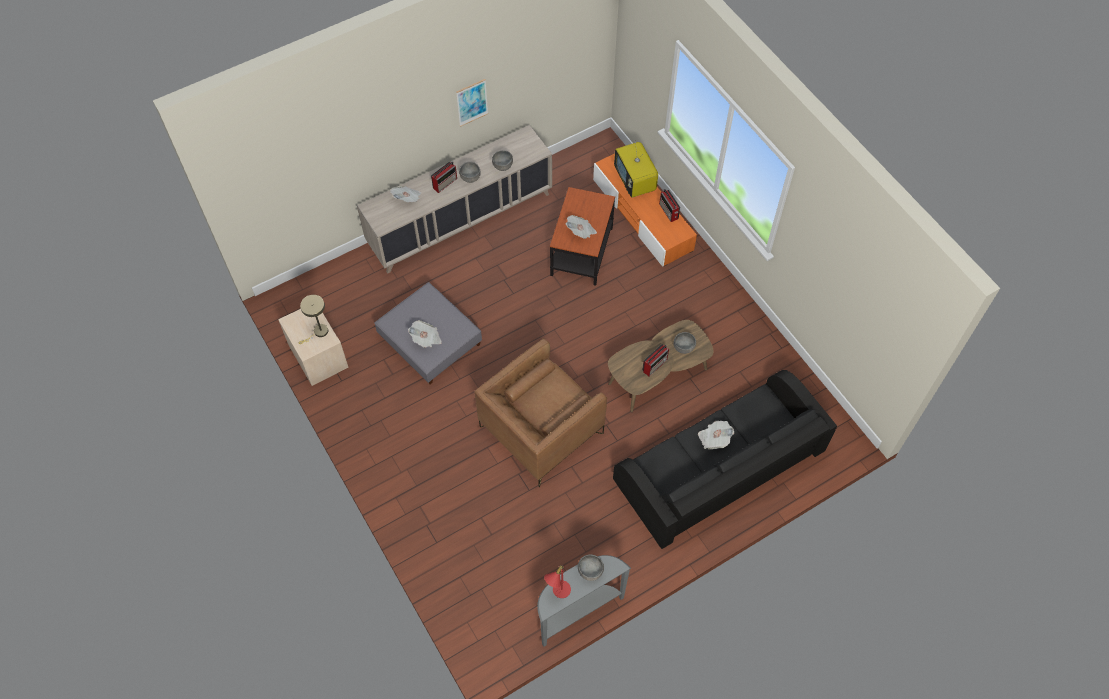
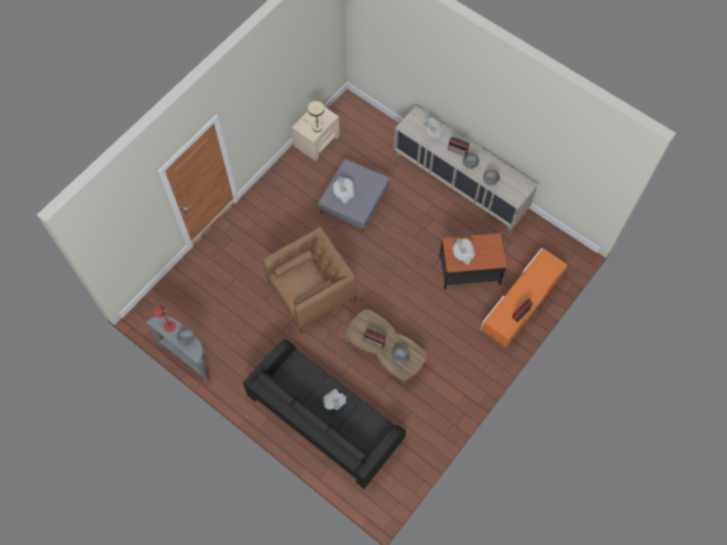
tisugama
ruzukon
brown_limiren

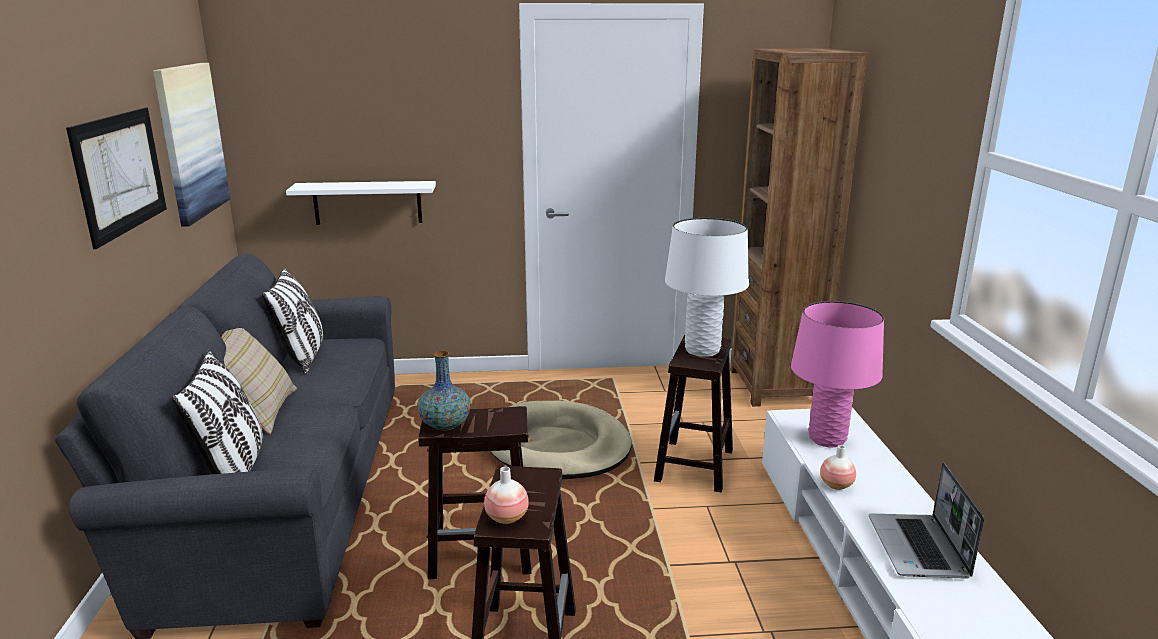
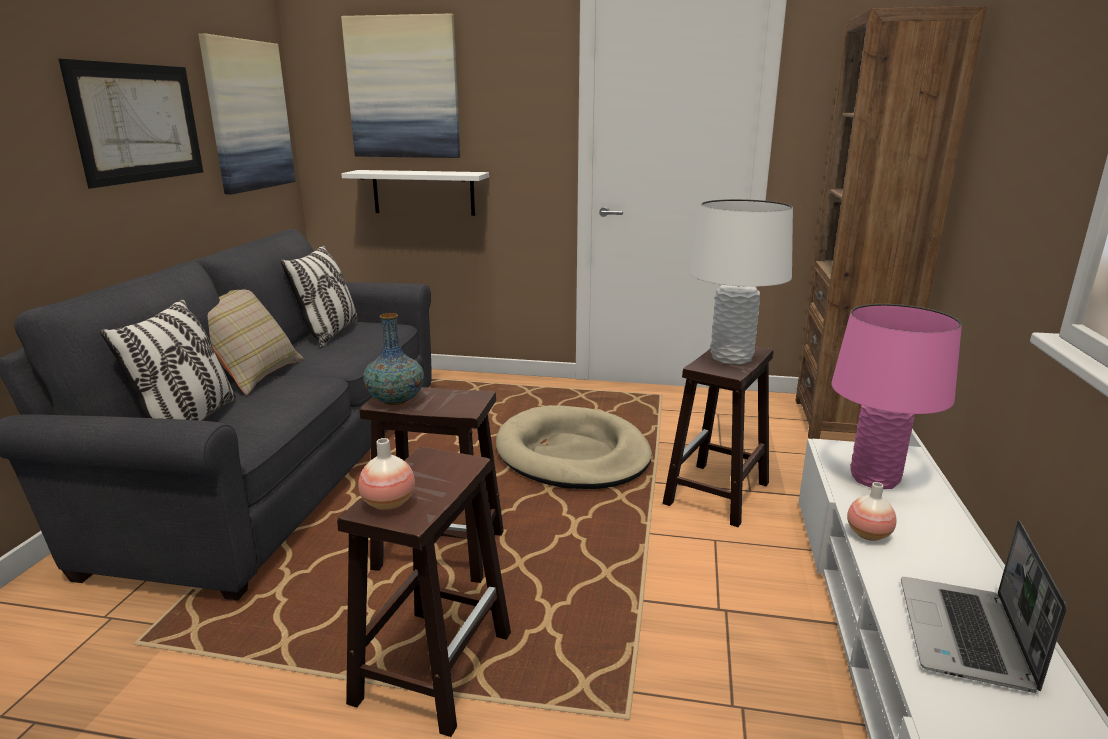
tisugama (no. 3 from left)

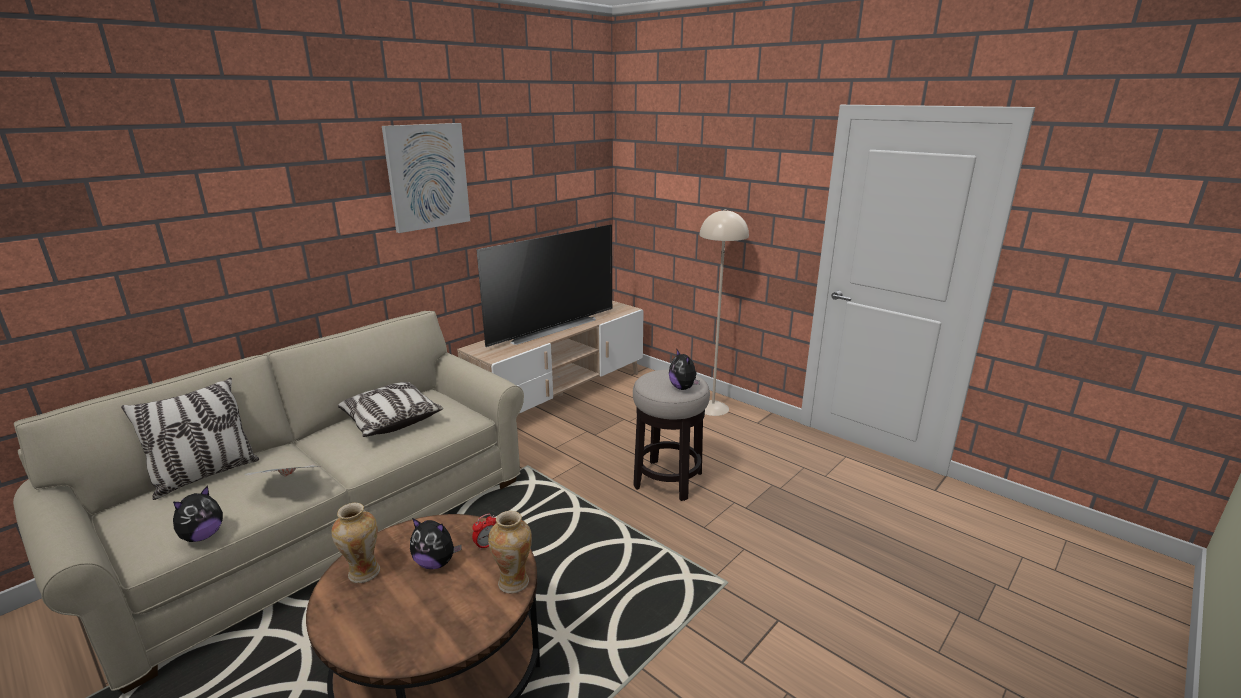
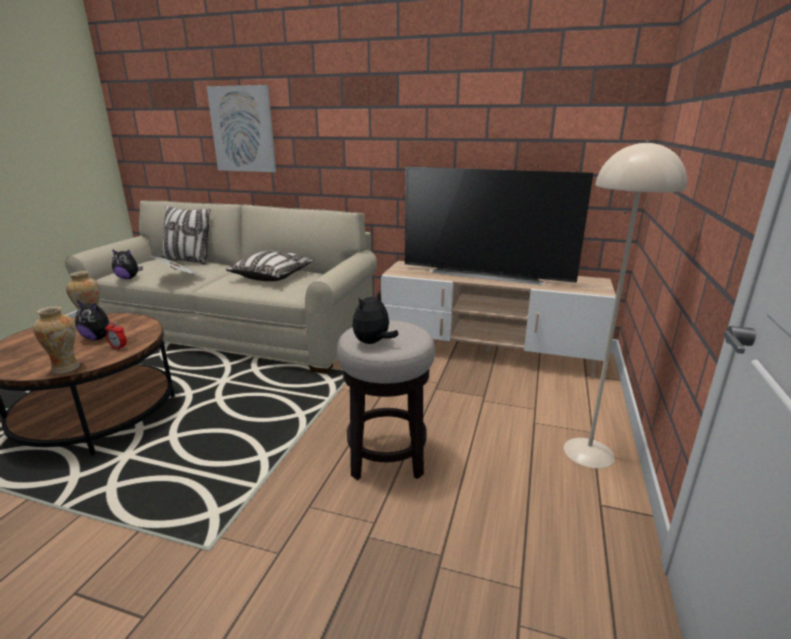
tisugama
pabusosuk (no. 1 from left)

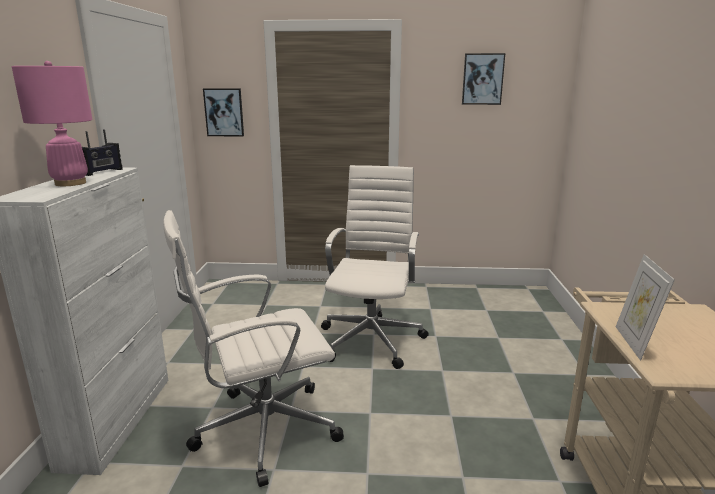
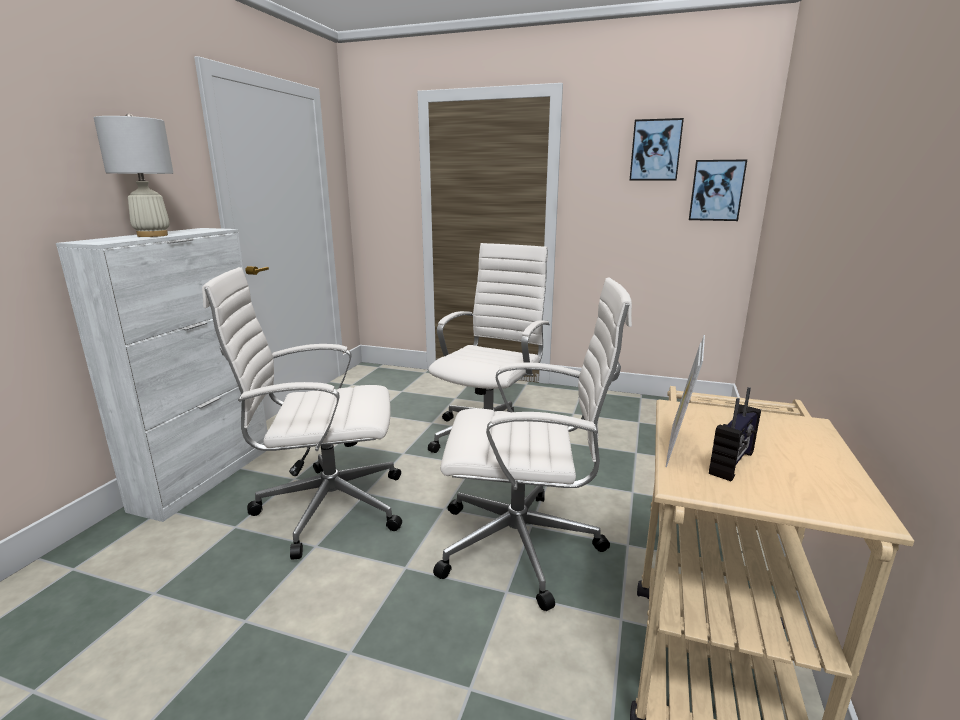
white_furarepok (no. 3 from left)
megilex
tisugama (no. 2 from left)
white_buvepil

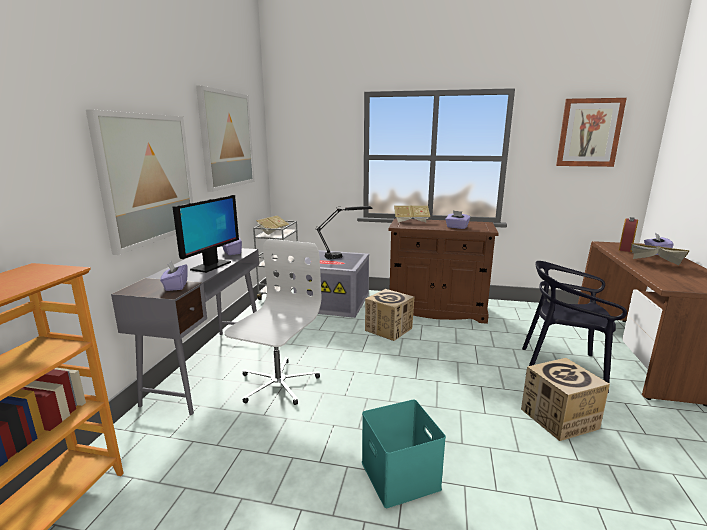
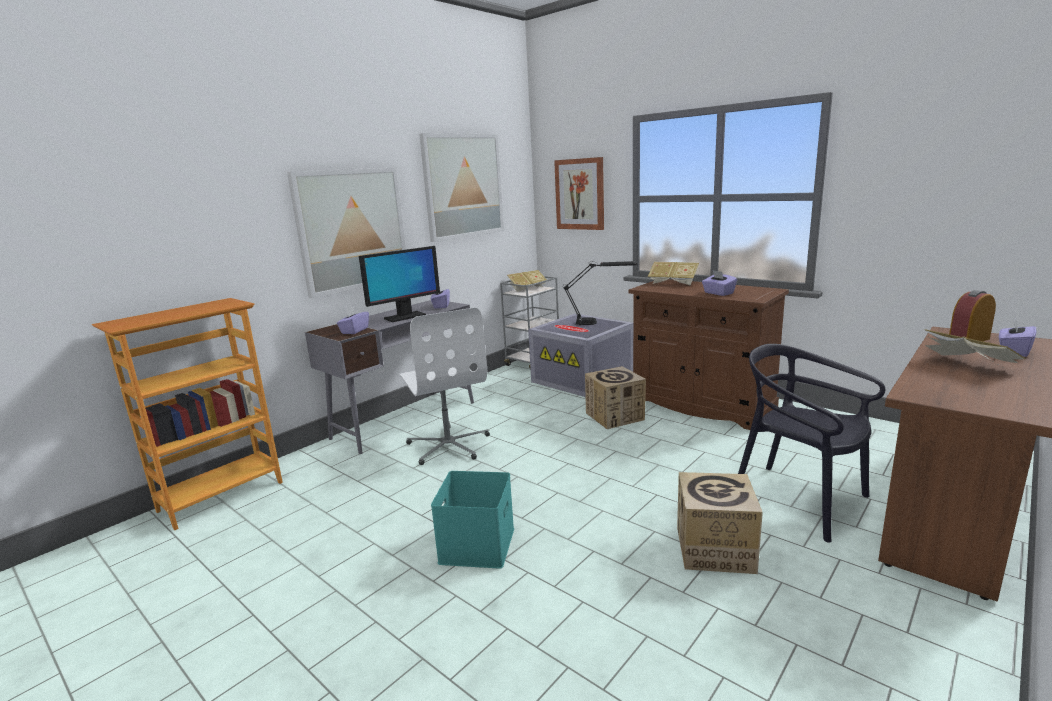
tisugama (no. 3 from left)
white_furarepok

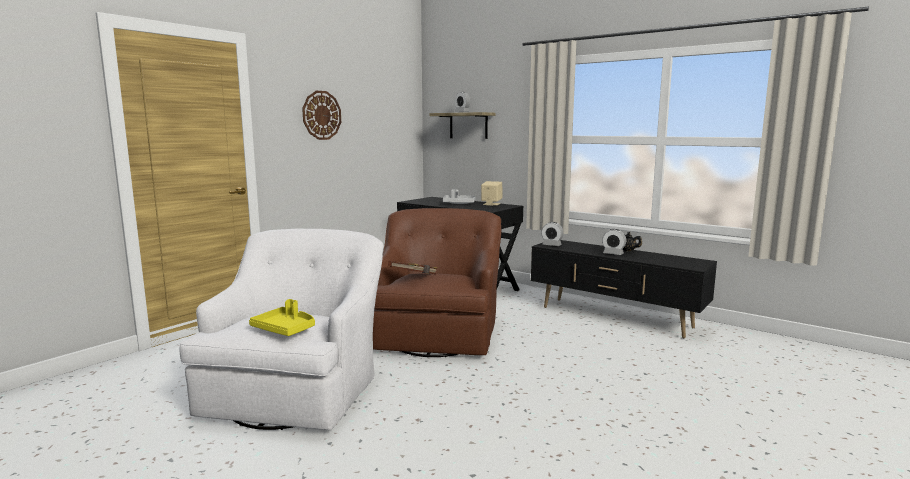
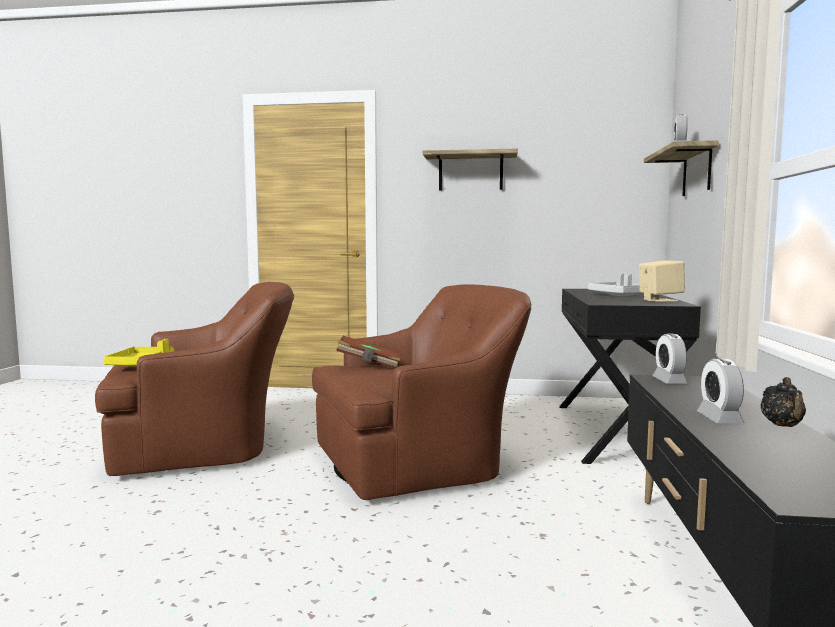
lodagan (no. 1 from left)
brown_limiren (no. 1 from left)

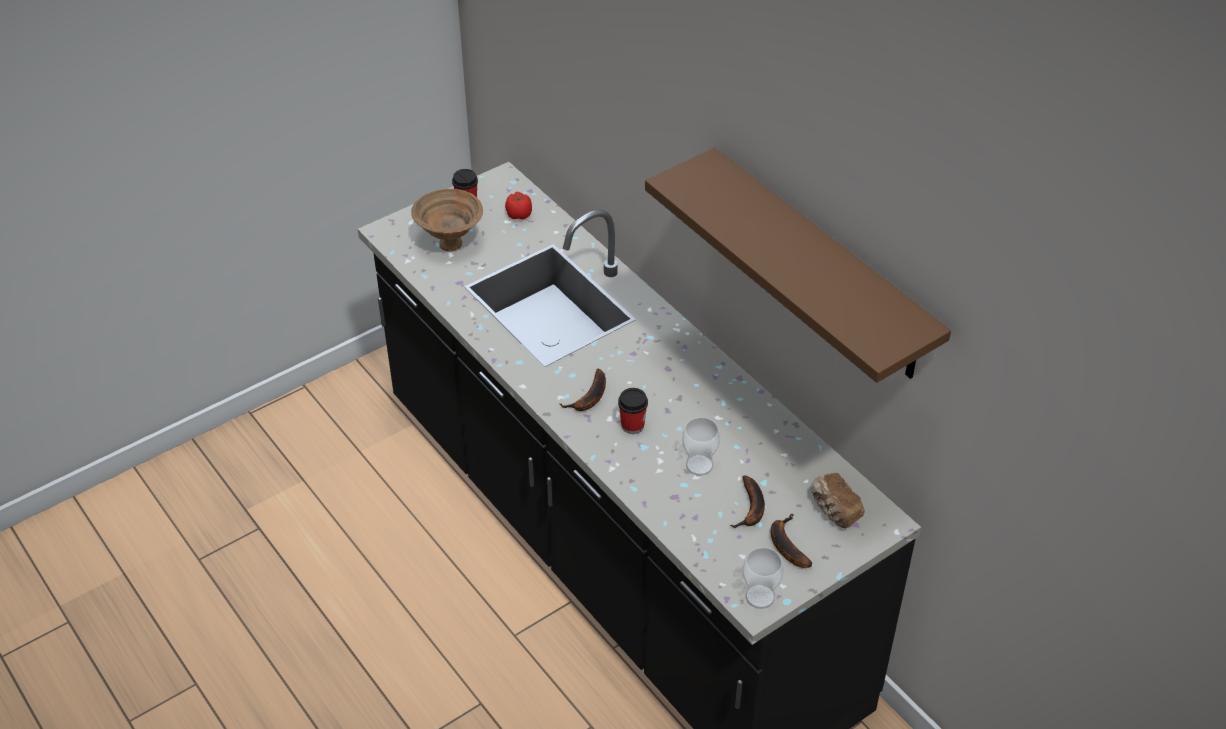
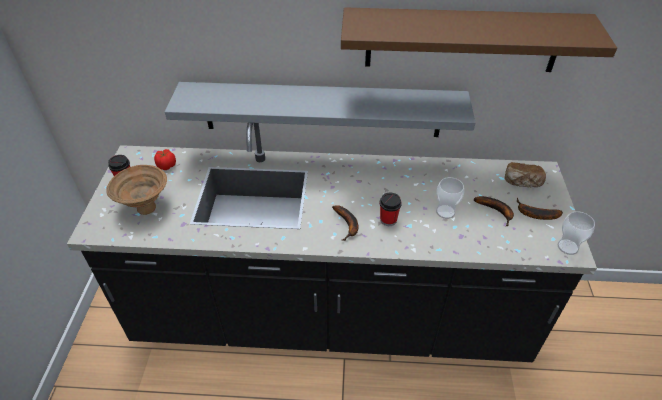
grey_lodagan

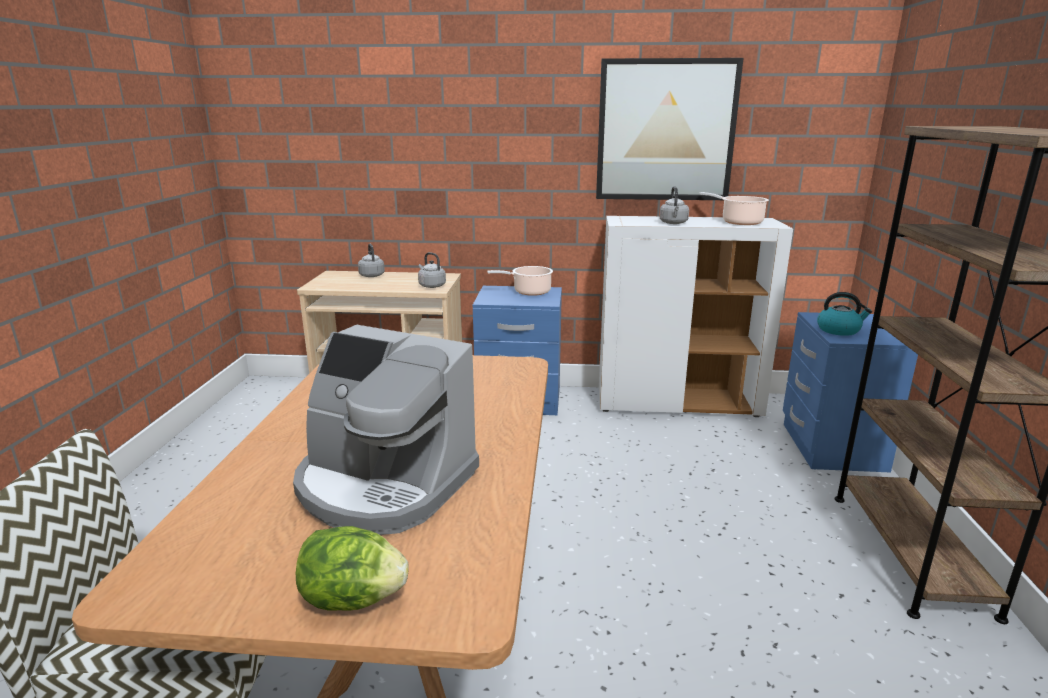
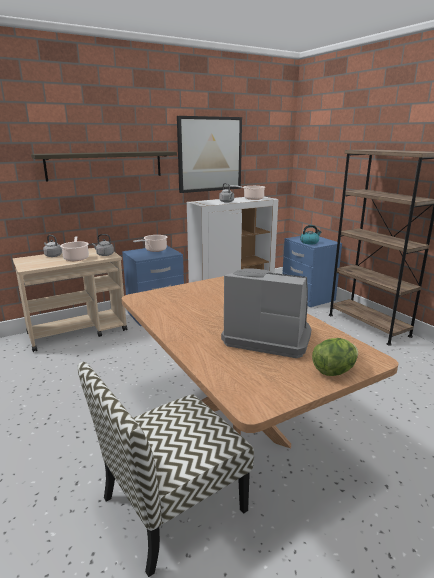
lodagan
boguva (no. 1 from left)
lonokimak

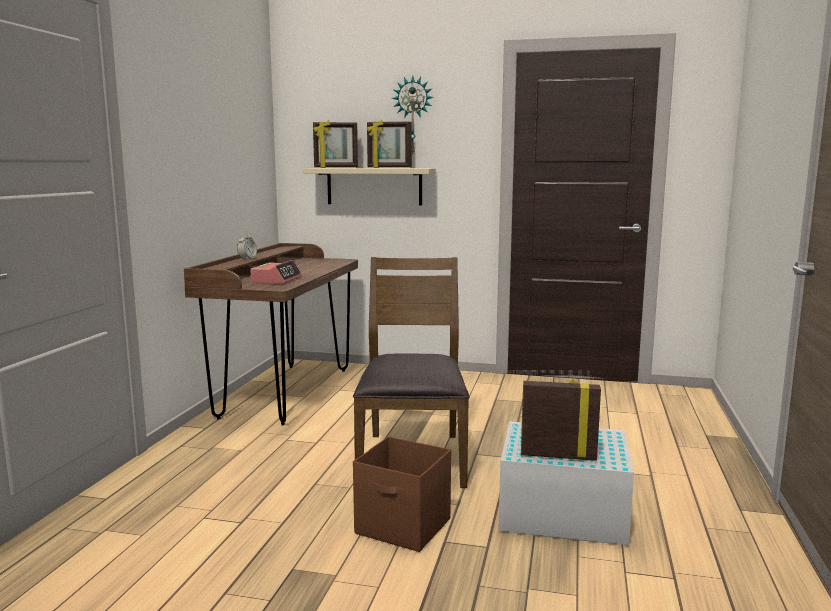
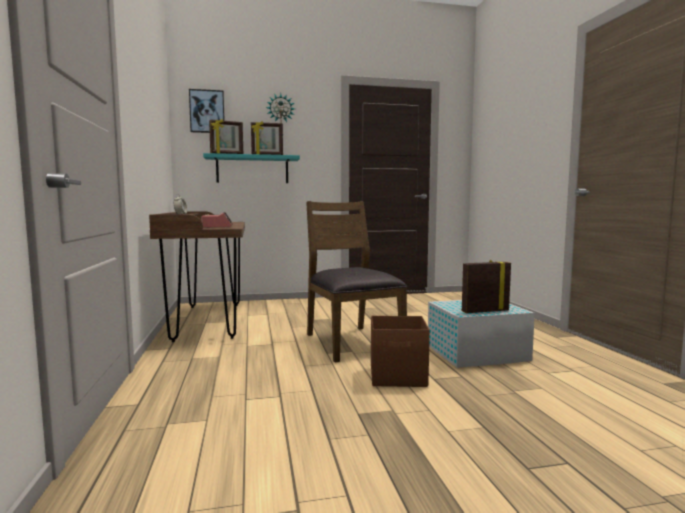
tisugama
turquoise_lodagan

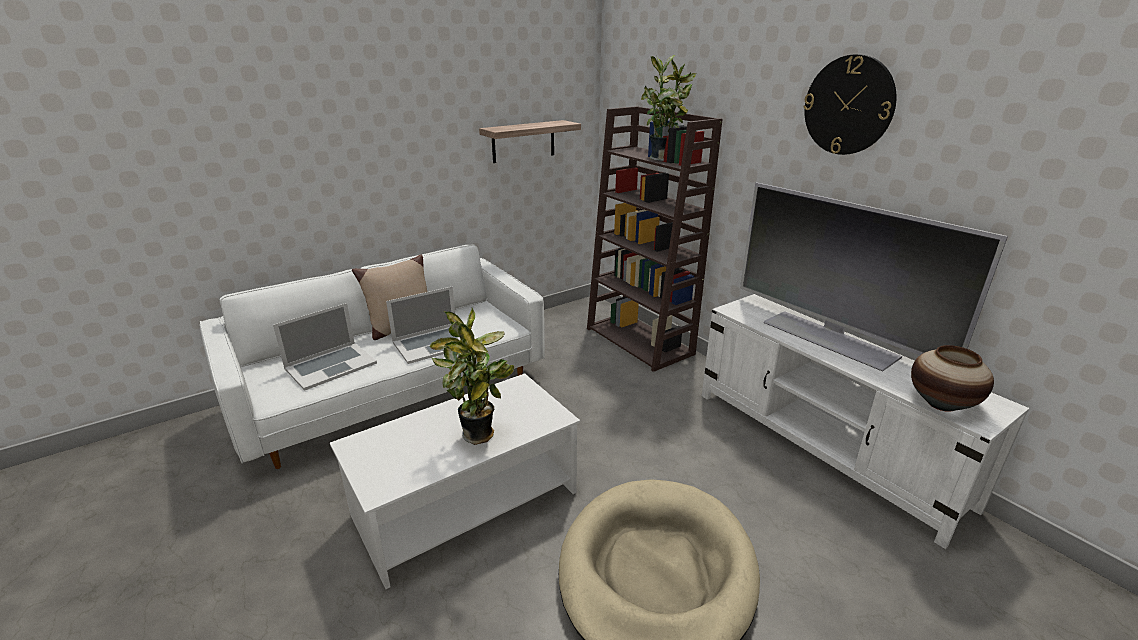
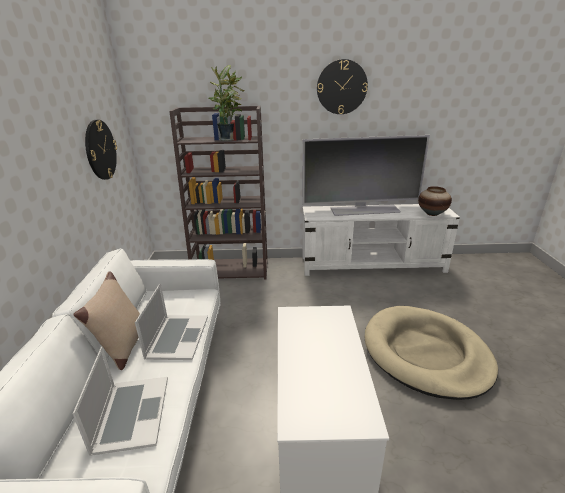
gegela (no. 1 from left in the first image)
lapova (no. 1 from left)

